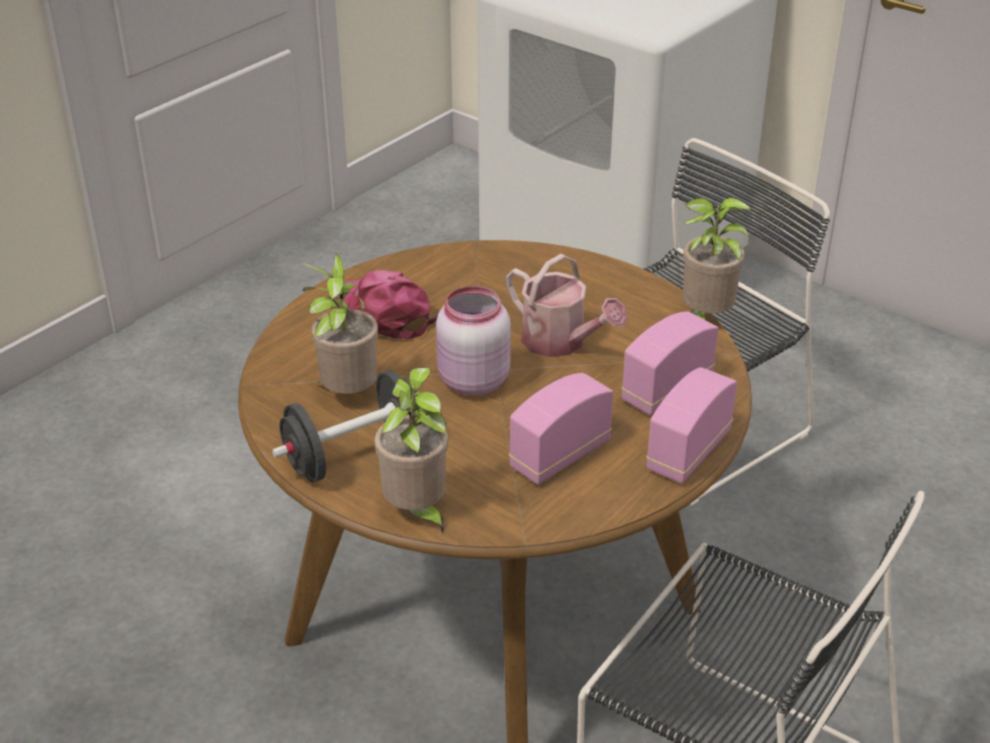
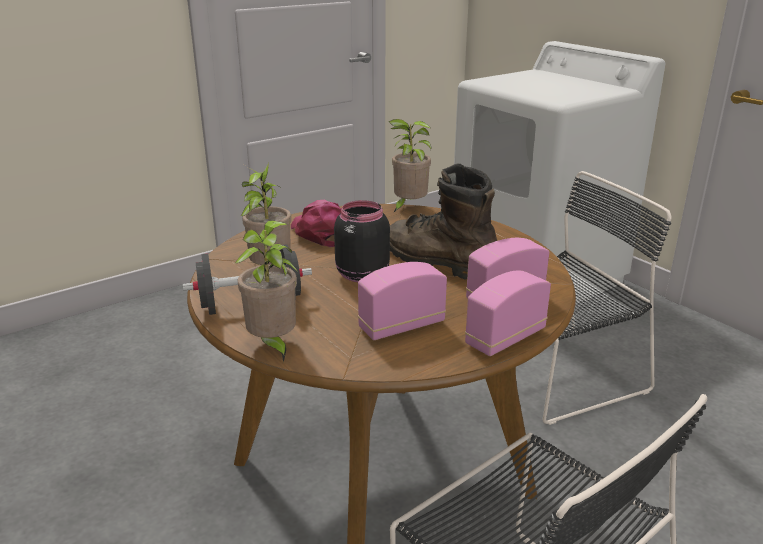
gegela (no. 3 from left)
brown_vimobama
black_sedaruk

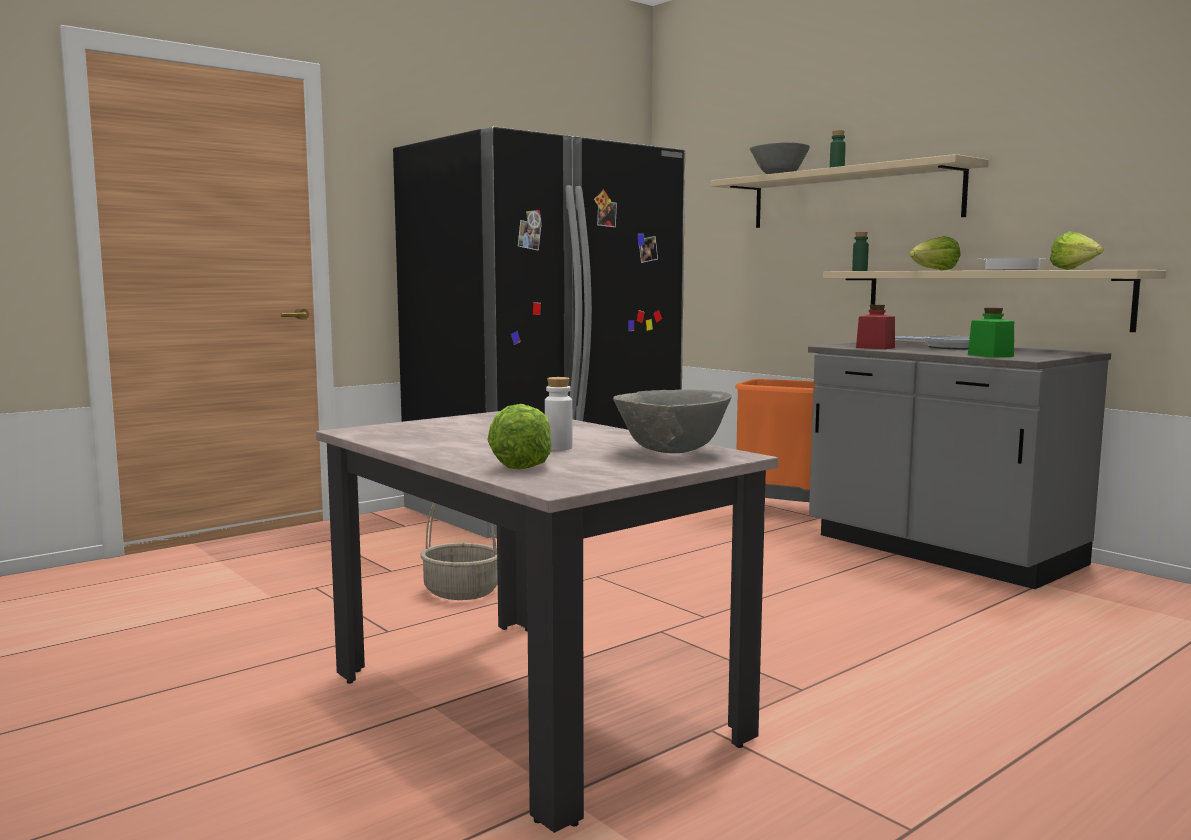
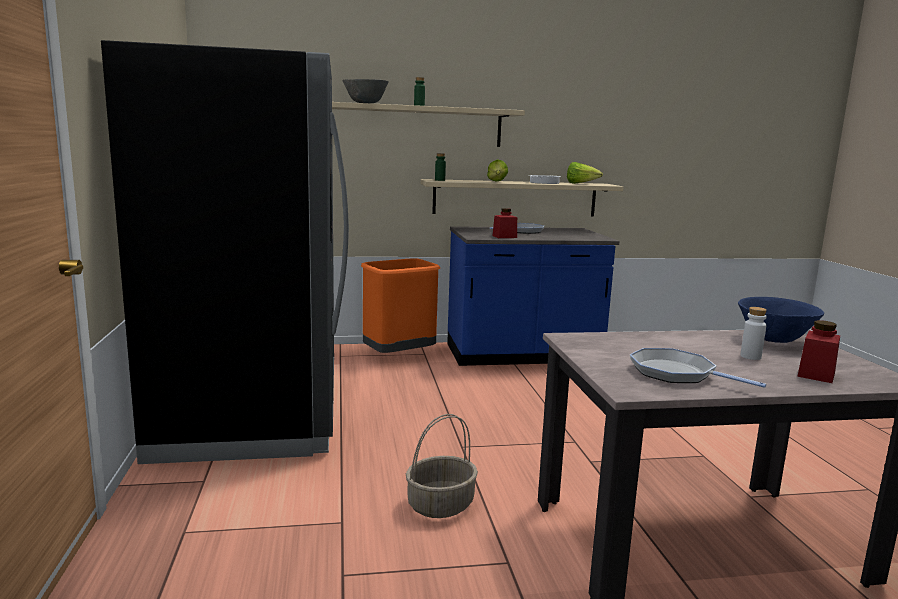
green_sedaruk
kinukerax (no. 2 from left)
red_sedaruk (no. 2 from left)
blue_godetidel
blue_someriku

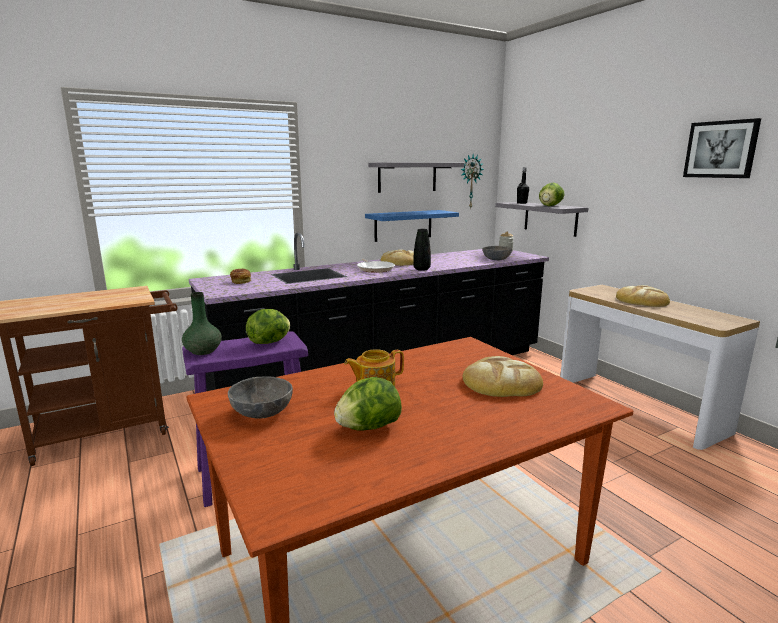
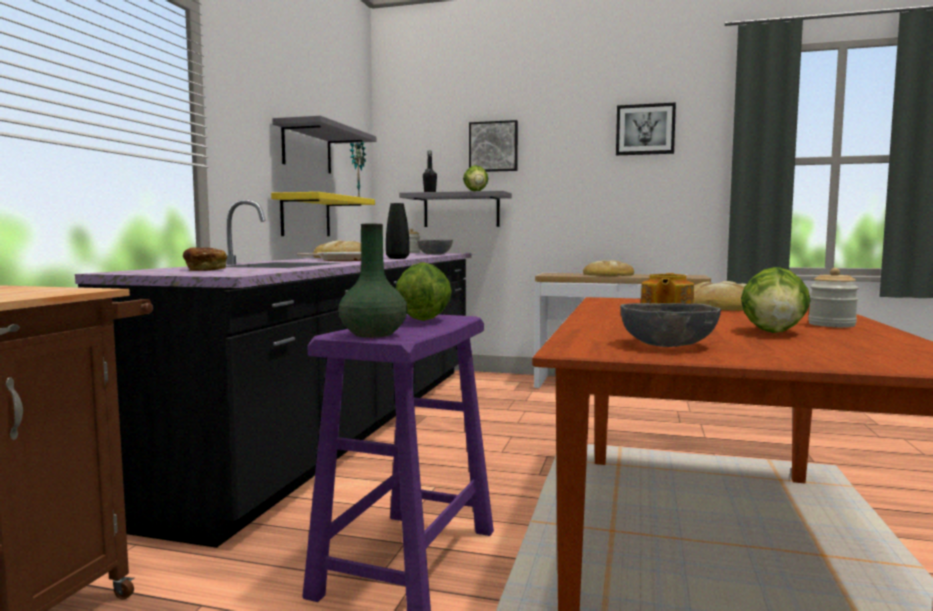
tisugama (no. 1 from left)
sedaruk (no. 2 from left)
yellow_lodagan

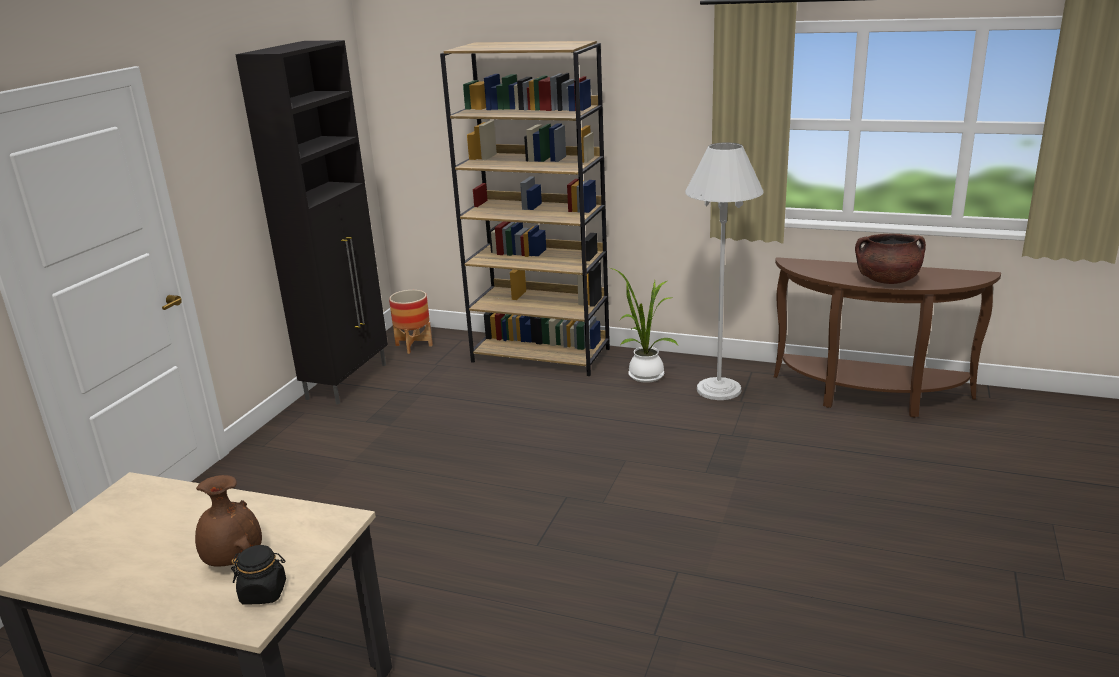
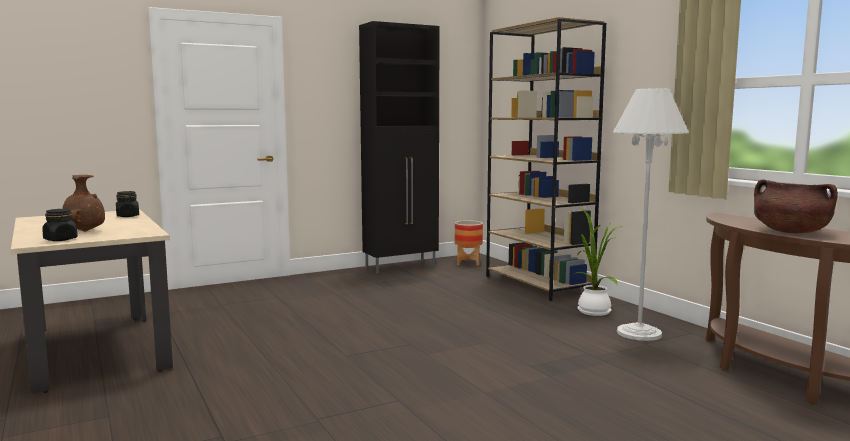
black_sedaruk (no. 2 from left)

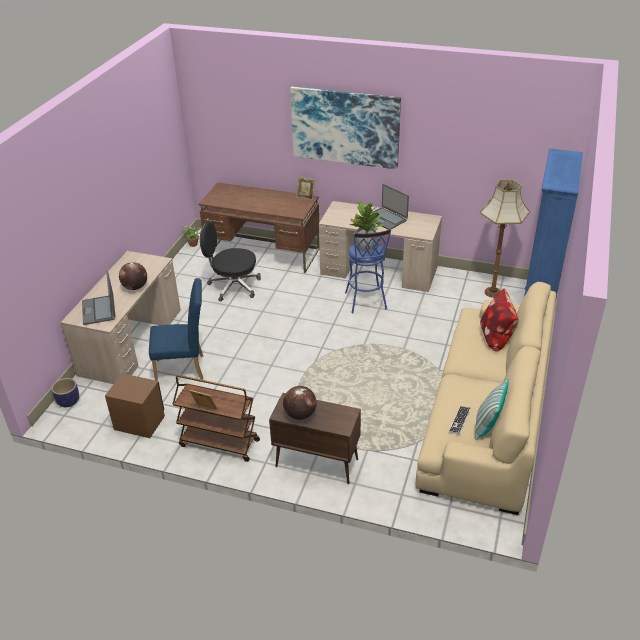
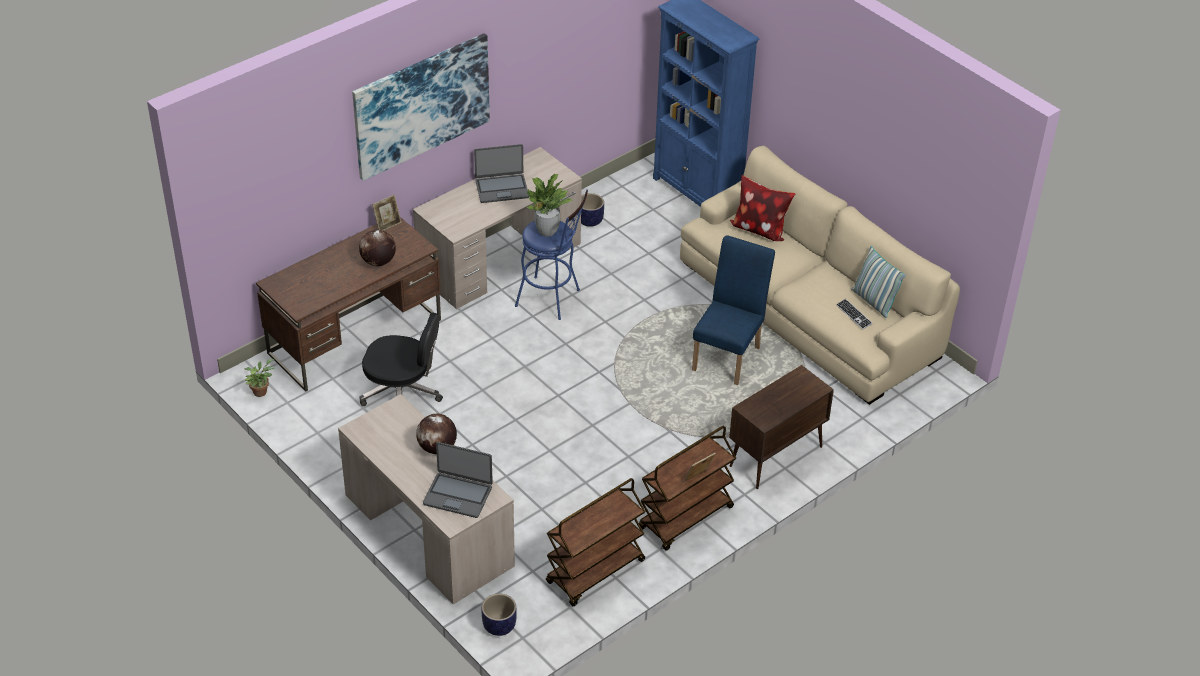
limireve
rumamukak (no. 2 from left)
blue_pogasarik
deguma (no. 1 from left)
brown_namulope (no. 1 from left)
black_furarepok

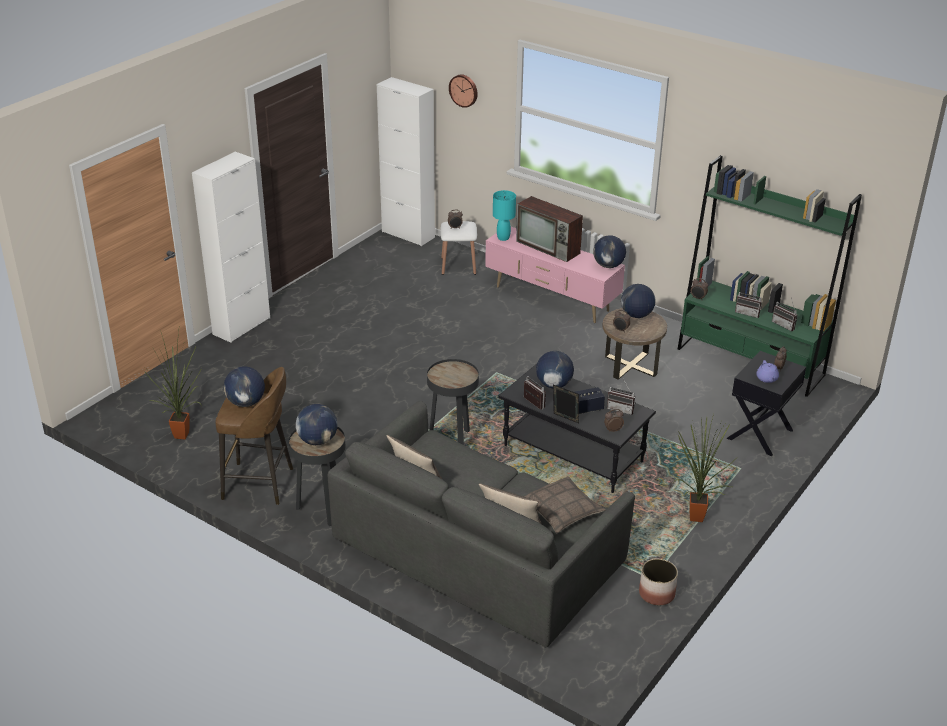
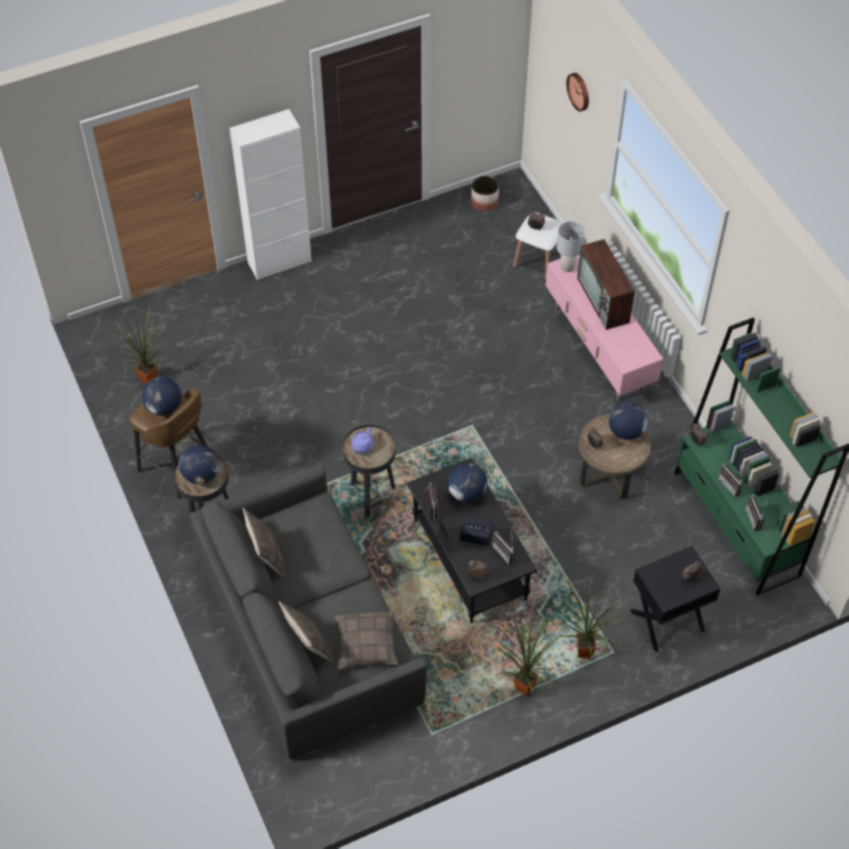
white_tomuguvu (no. 2 from left in the first image)
deguma (no. 4 from left in the first image)
gegela (no. 3 from left)
rumamukak
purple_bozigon
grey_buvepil

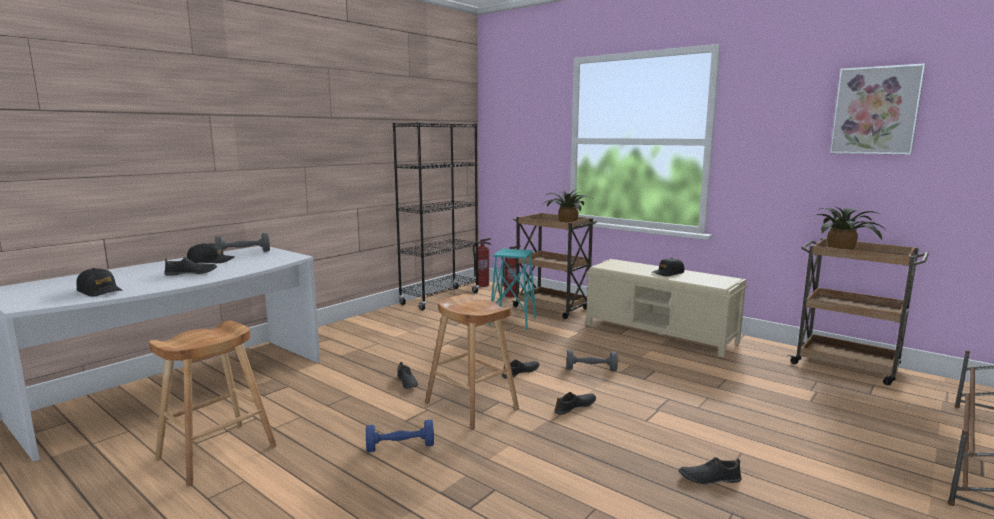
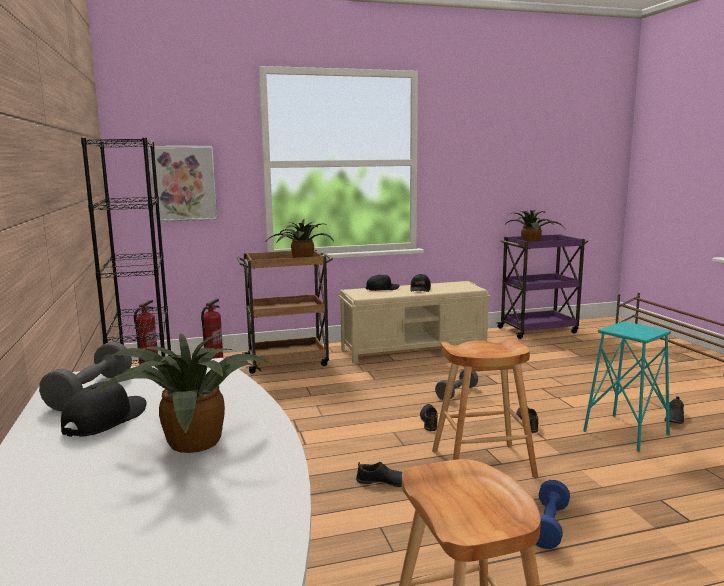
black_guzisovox (no. 2 from left)
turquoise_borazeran
tisugama
gegela (no. 1 from left)
purple_namulope

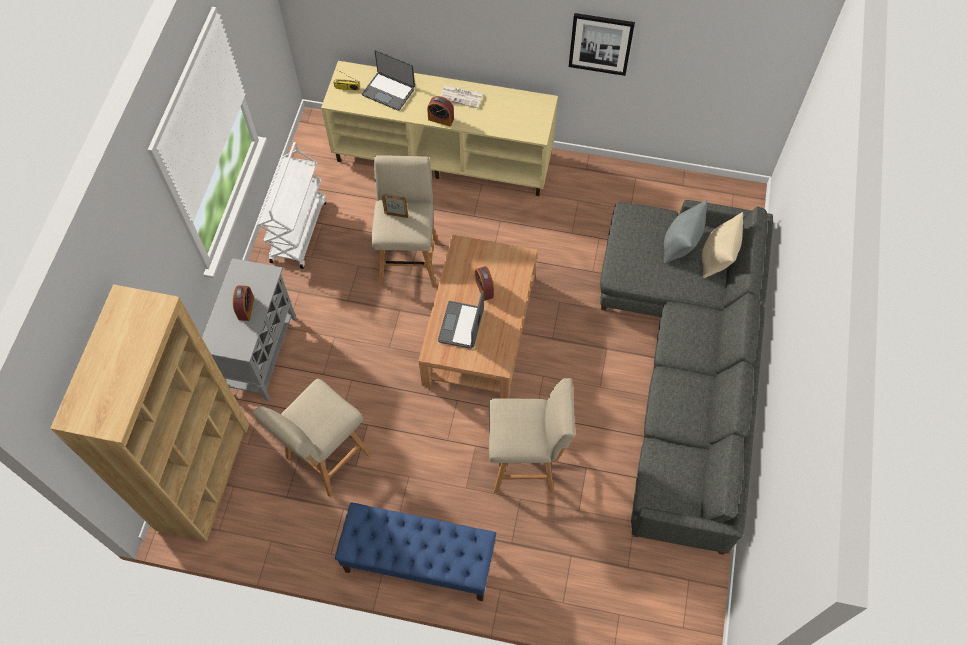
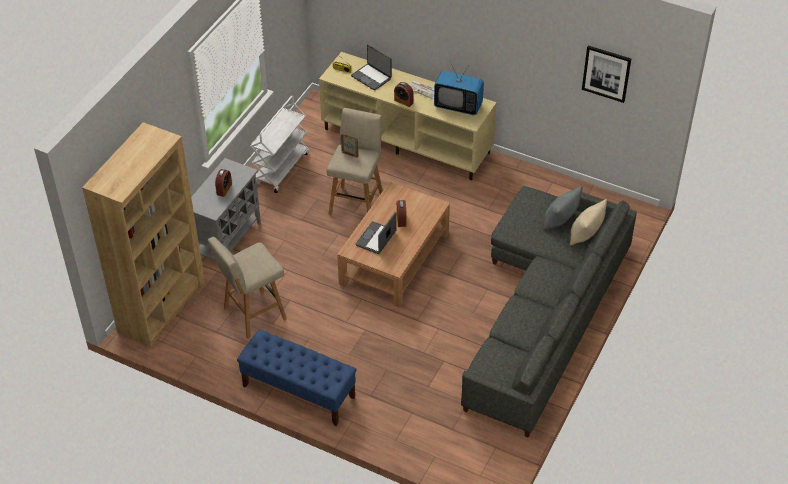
beige_borazeran (no. 3 from left in the first image)
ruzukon
tisugama

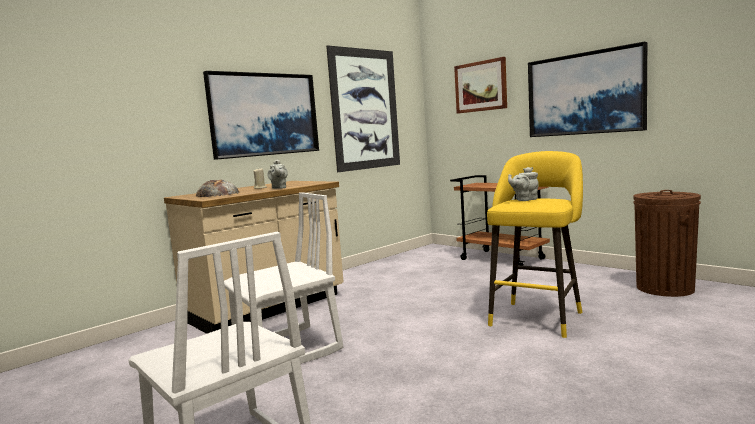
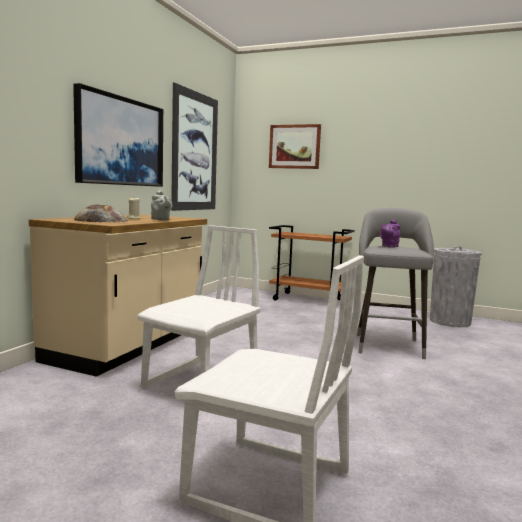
tisugama (no. 4 from left in the first image)
grey_borazeran
purple_bozigon
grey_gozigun

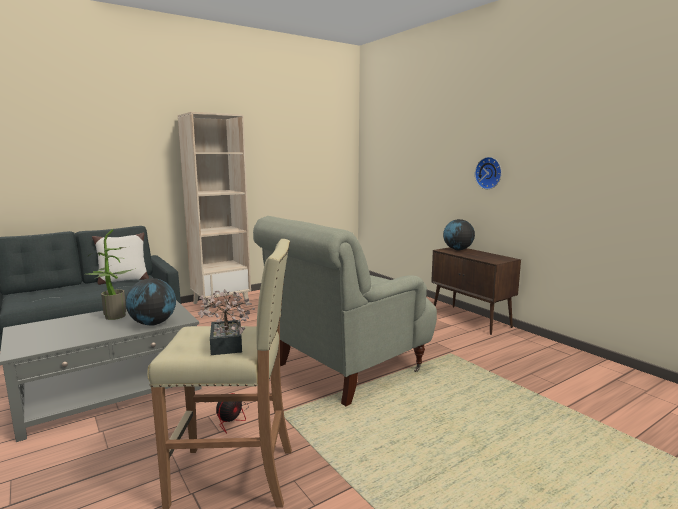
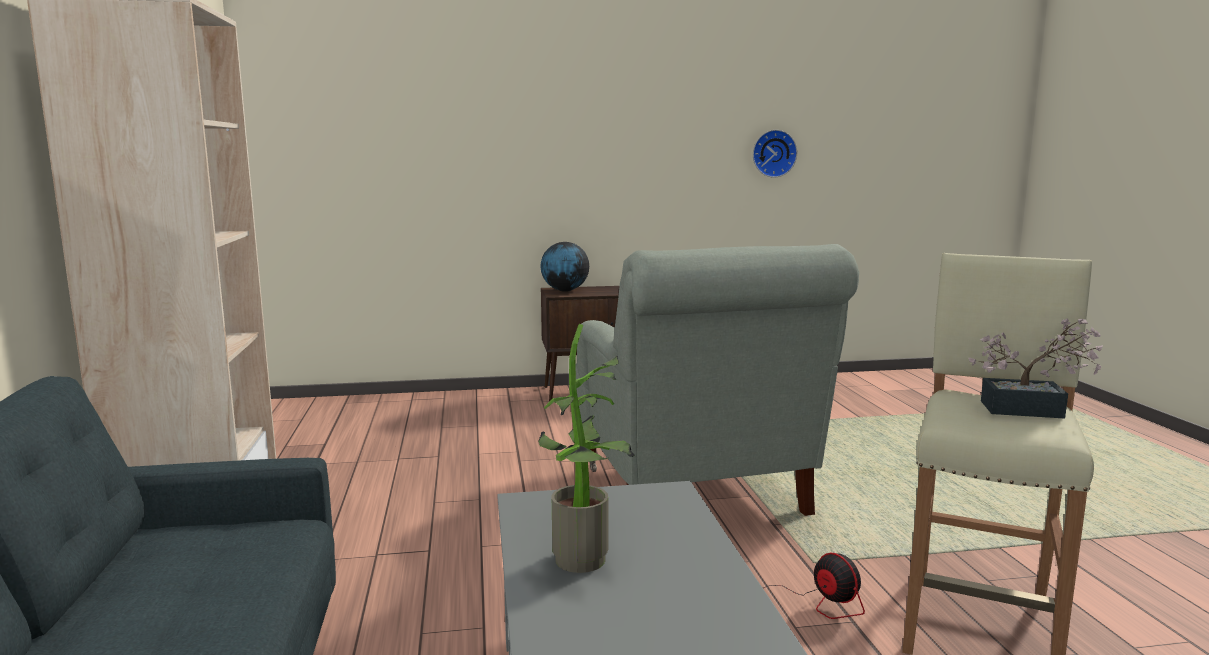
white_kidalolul
deguma (no. 1 from left in the first image)
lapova

